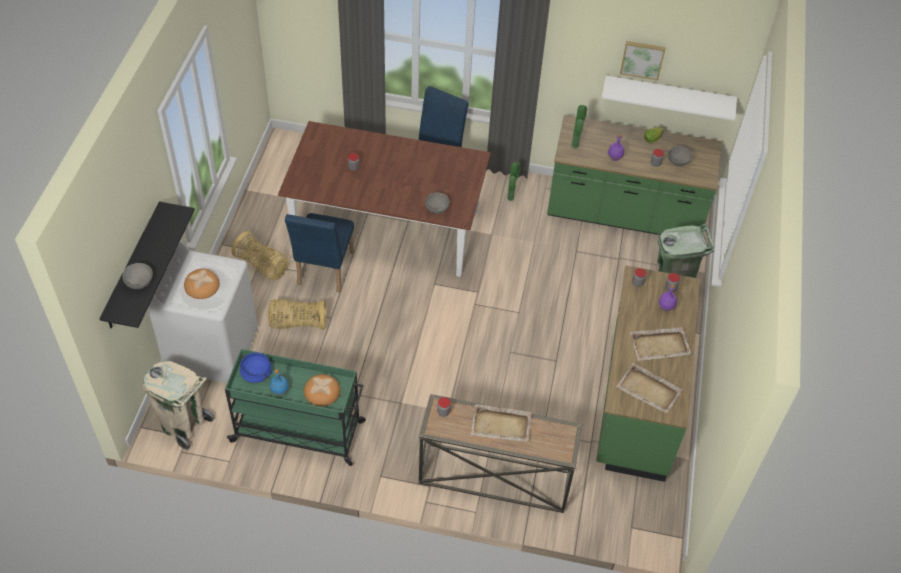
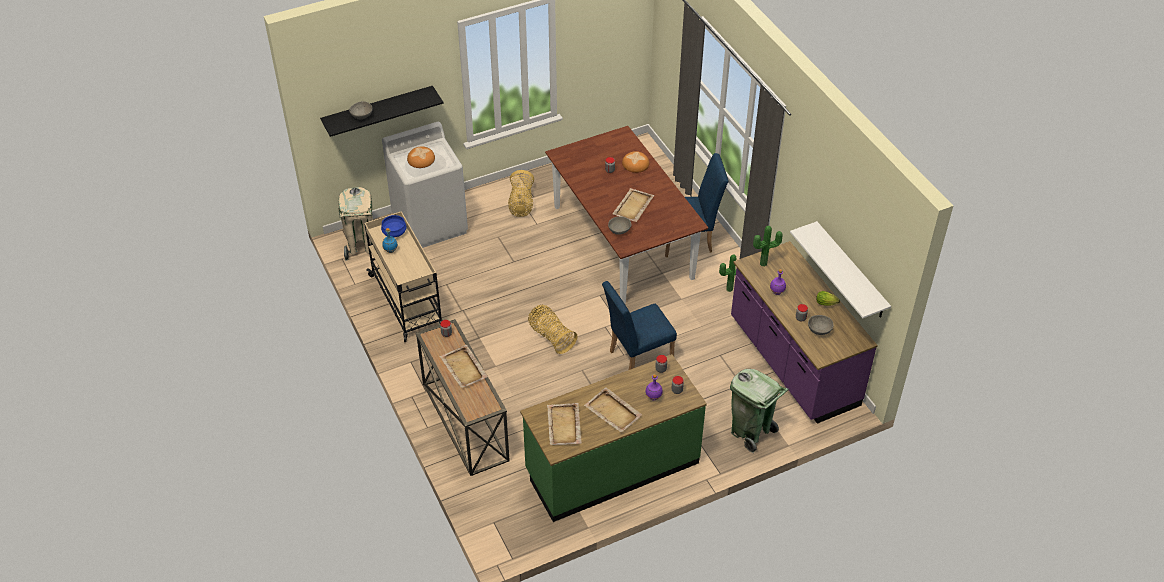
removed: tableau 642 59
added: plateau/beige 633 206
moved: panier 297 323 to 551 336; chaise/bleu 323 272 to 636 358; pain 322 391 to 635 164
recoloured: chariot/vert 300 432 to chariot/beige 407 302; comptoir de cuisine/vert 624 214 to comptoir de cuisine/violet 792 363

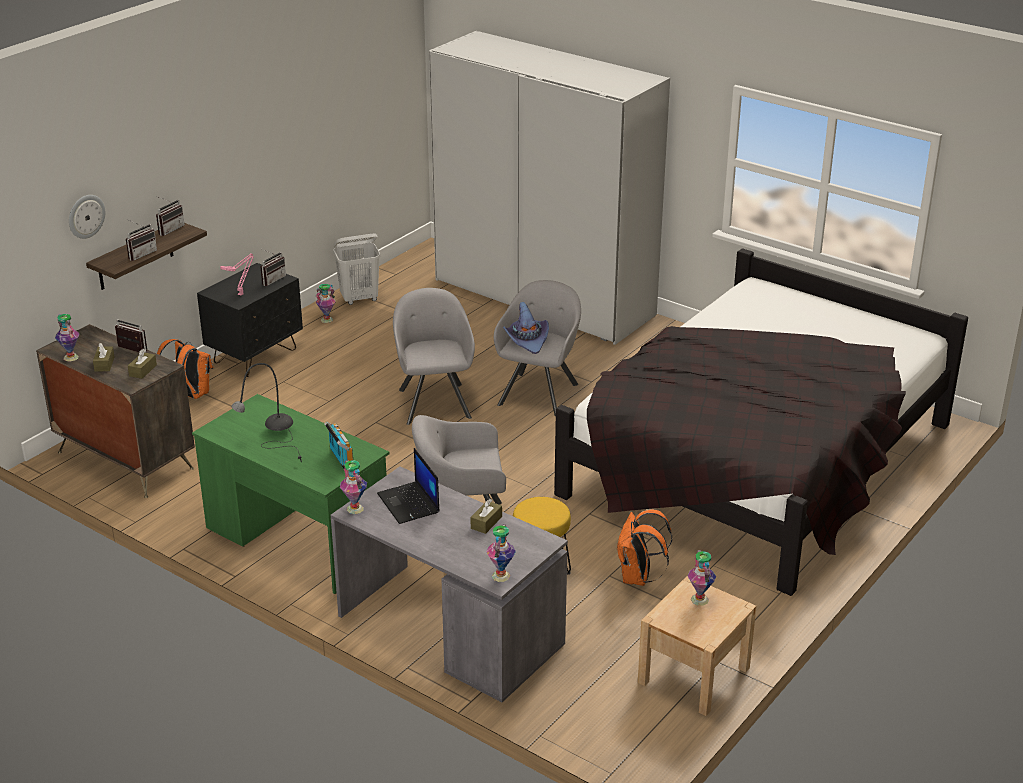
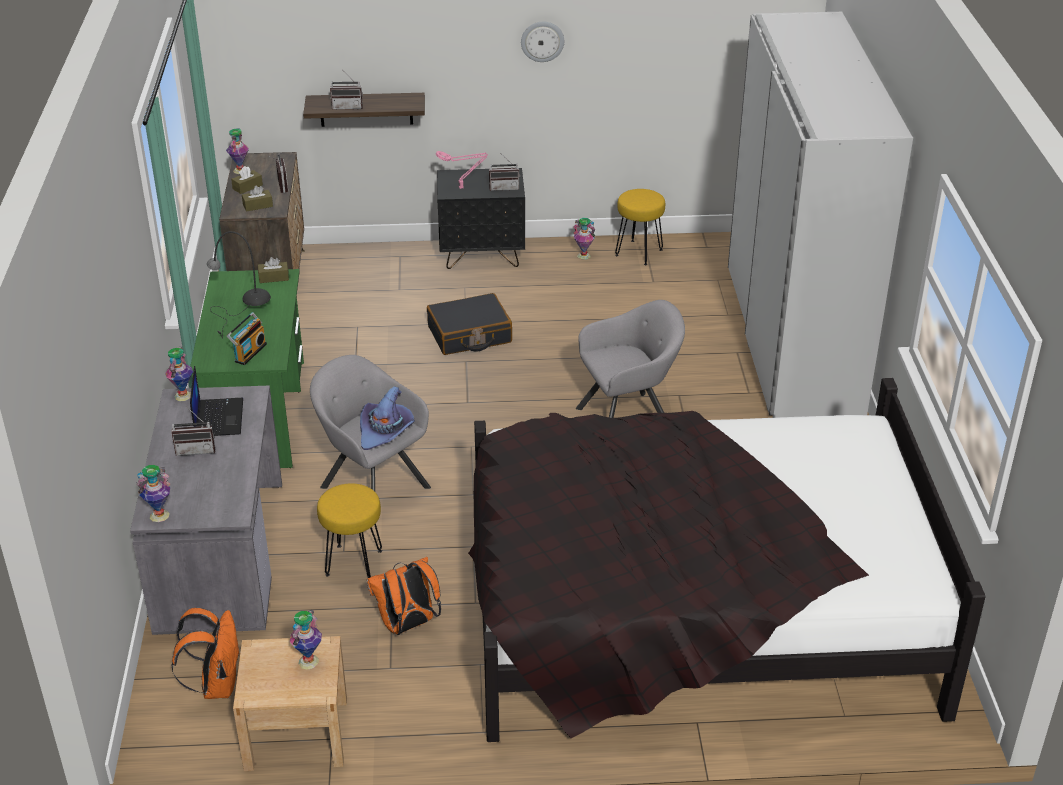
removed: fauteuil/gris 434 401
added: valise/noir 469 335
moved: radio 169 229 to 196 449; sac à dos/orange 190 394 to 217 684; boîte à mouchoirs/marron 486 522 to 273 277; chapeau/violet 527 339 to 386 431; horloge murale 86 216 to 542 41
replaced: panier à linge/blanc 359 299 to tabouret/jaune 639 252
turned: ordinateur portable 409 503 = 218 417 150 degrees clockwise

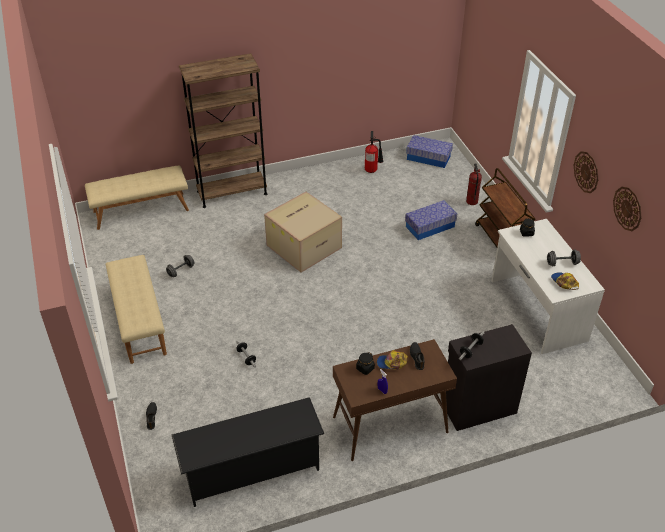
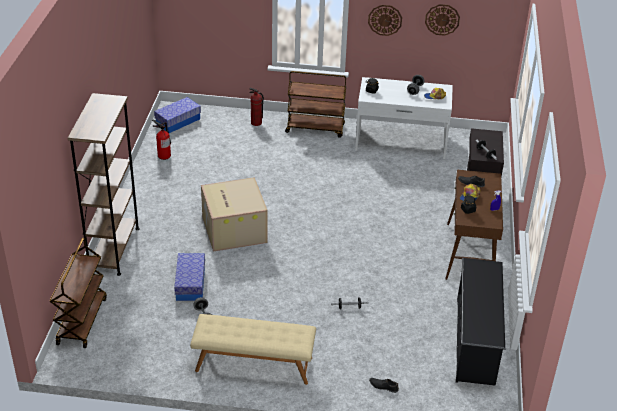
moved: boîte de rangement 430 226 to 190 284
replaced: banc/beige 141 210 to chariot/marron 81 320

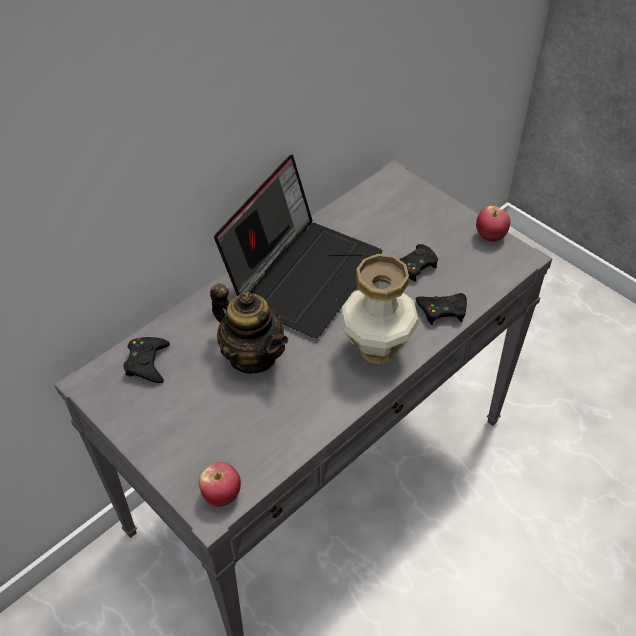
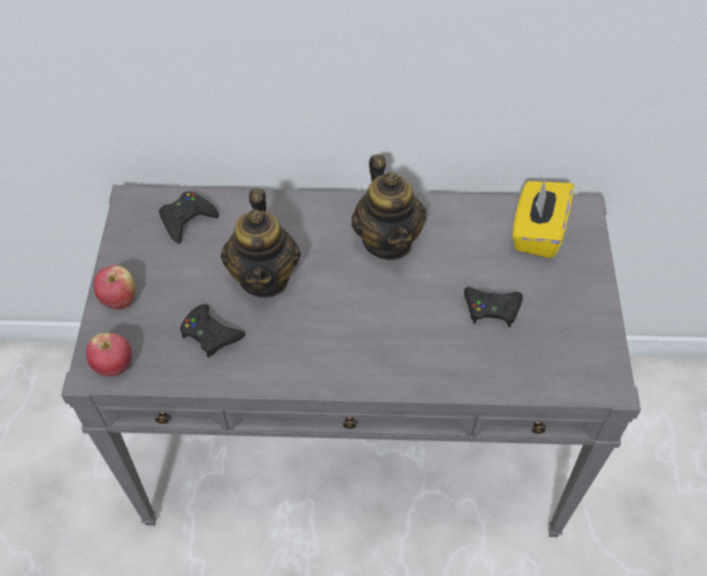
removed: vase 376 349
added: boîte à mouchoirs/jaune 537 232
moved: pomme 490 236 to 119 300; manette/noir 442 310 to 210 334
replaced: ordinateur portable 304 274 to théière 388 241

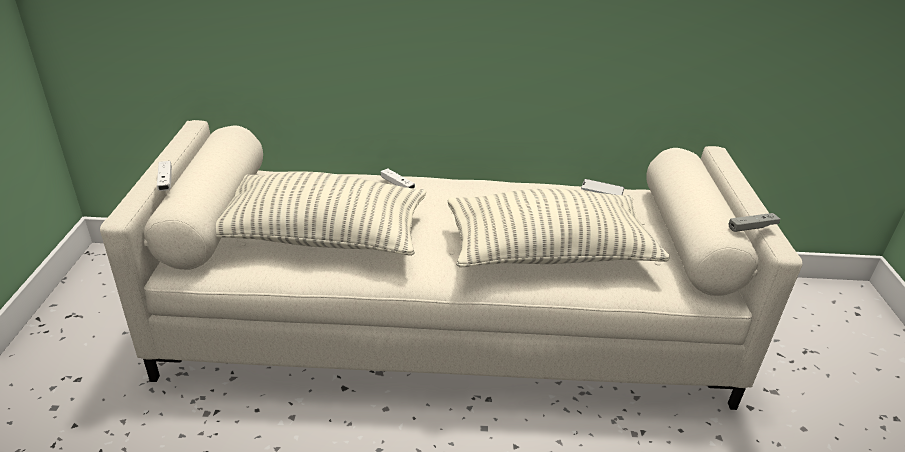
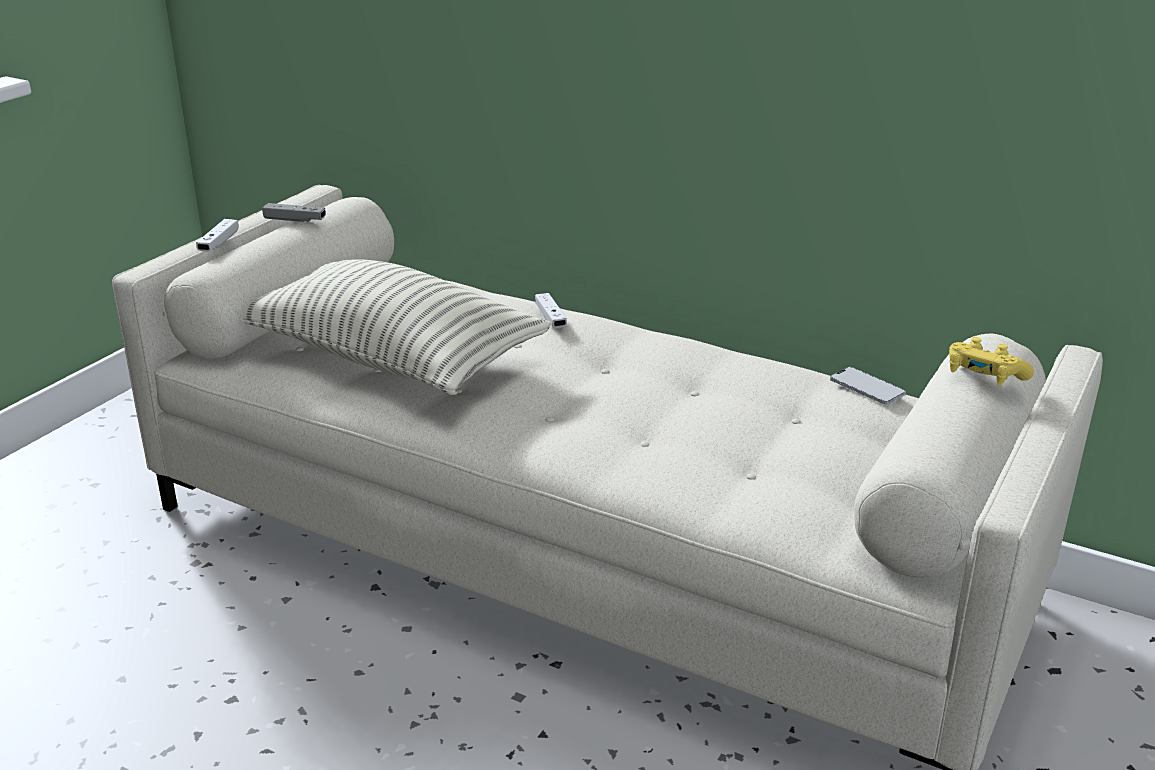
removed: coussin 548 253
added: manette/jaune 983 377
moved: manette/gris 752 227 to 294 220

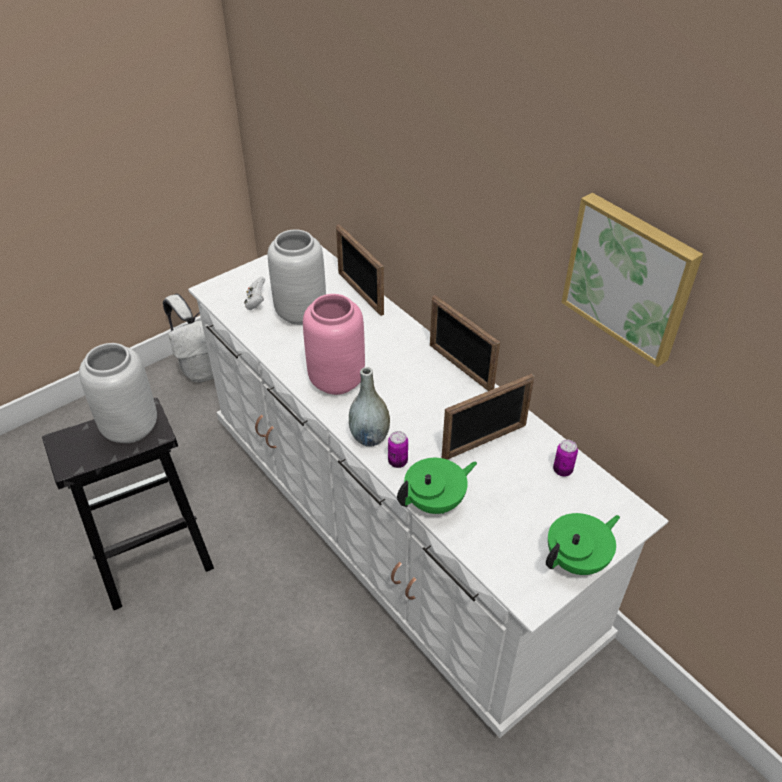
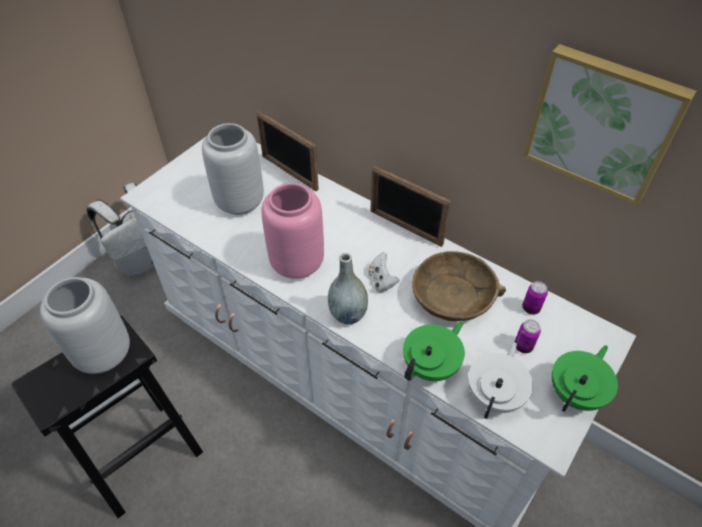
added: théière/blanc 495 395
moved: manette/blanc 256 302 to 381 280; boîte métallique 397 462 to 523 346
replaced: cadre photo 484 441 to bol/marron 453 295

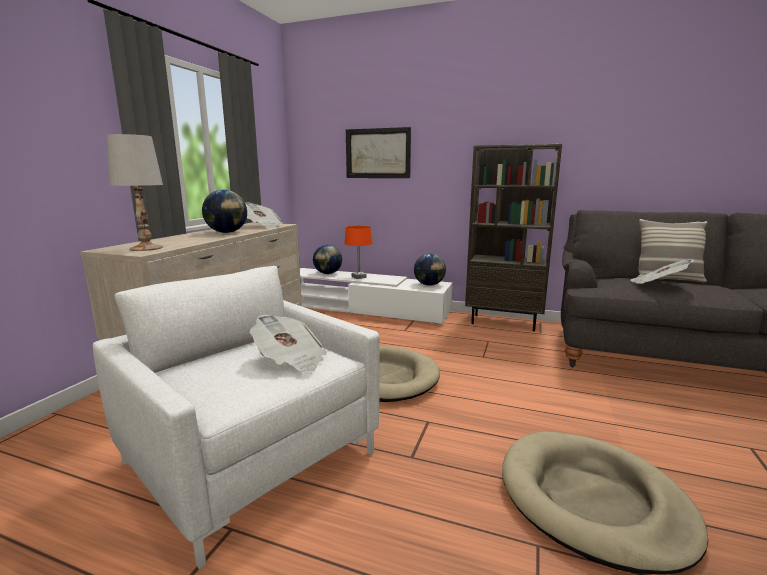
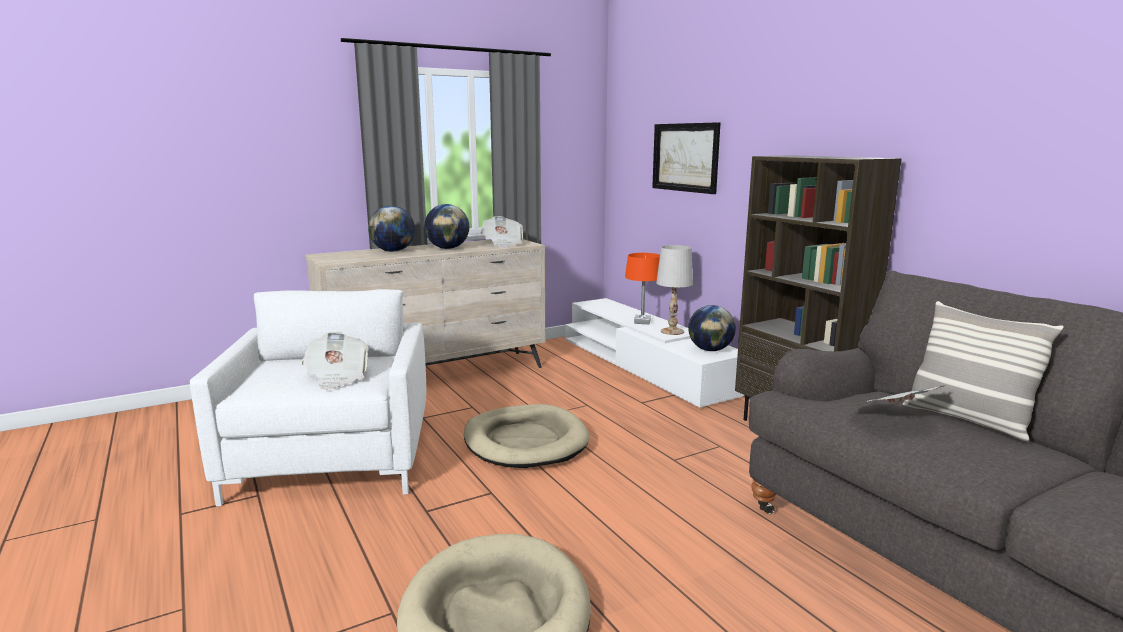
moved: globe 328 273 to 393 251; lampe de table/blanc 147 248 to 672 331

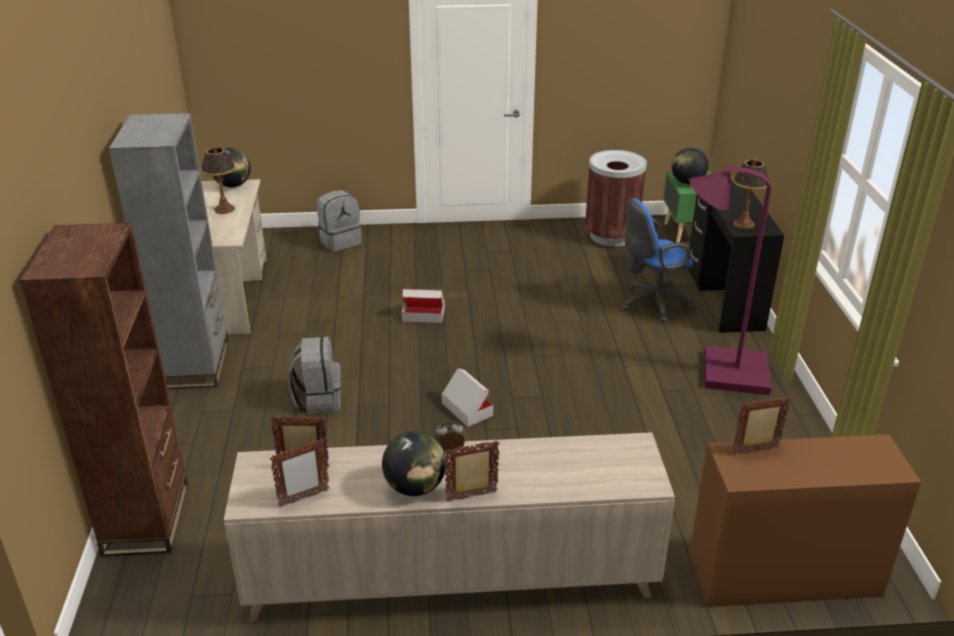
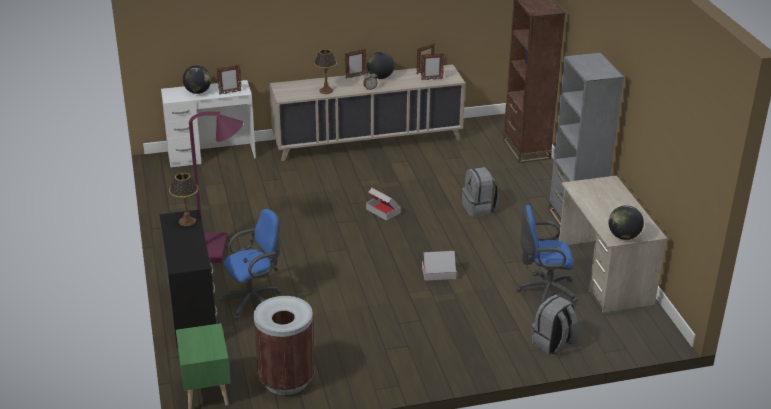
added: chaise de bureau/bleu 543 291
moved: globe 687 182 to 198 92; lampe de table 224 209 to 326 91
recoloured: bureau/marron 783 576 to bureau/blanc 211 155

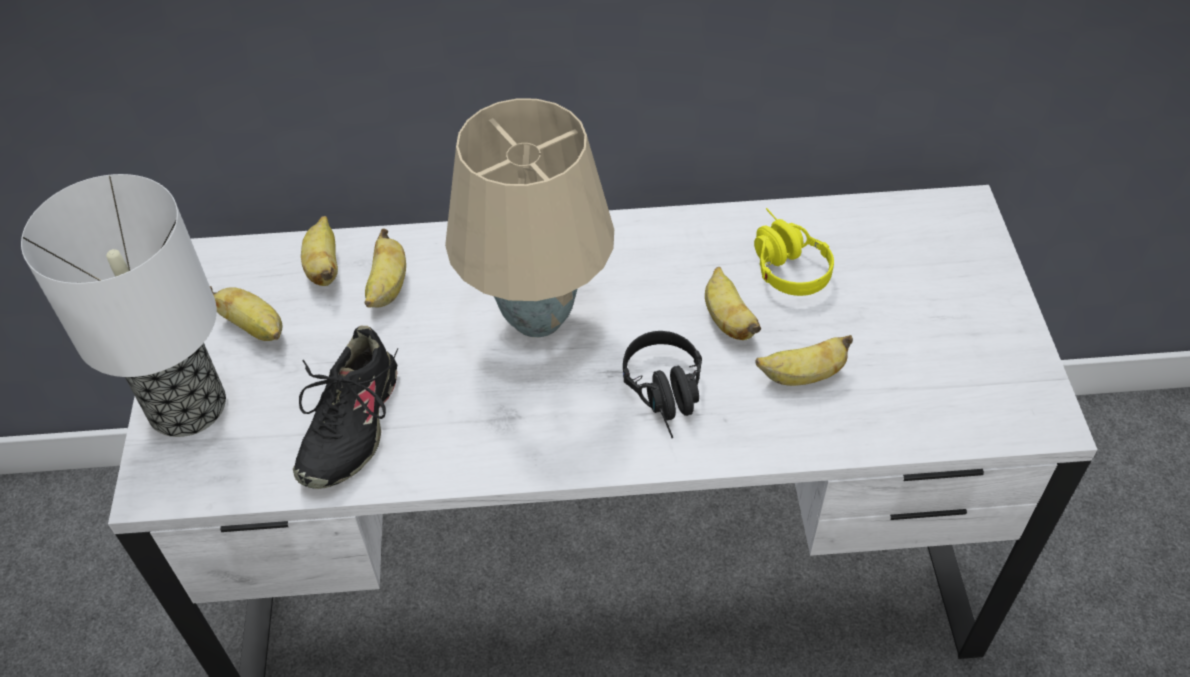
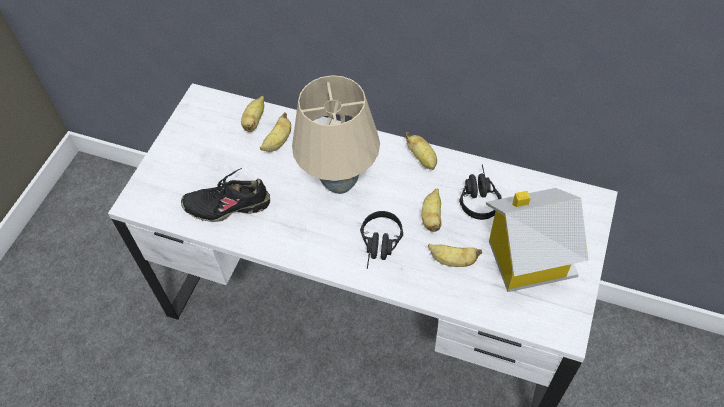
removed: lampe de table 189 407
added: maison miniature 527 259
moved: banane 255 328 to 422 159
recoloured: casque audio/jaune 782 263 to casque audio/noir 477 197
turned: chaussure/noir 349 425 = 228 205 45 degrees clockwise

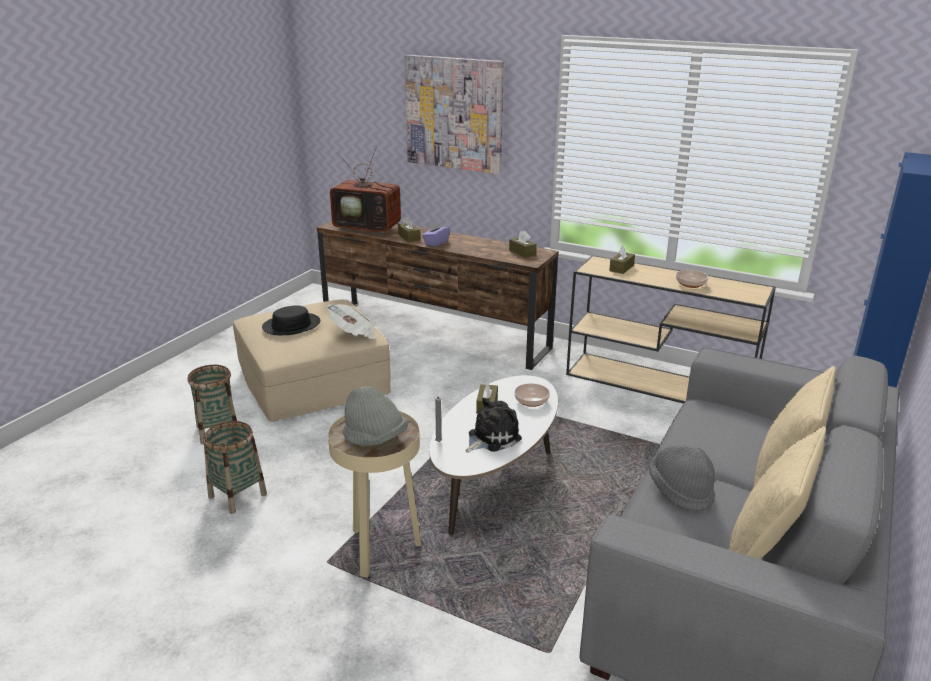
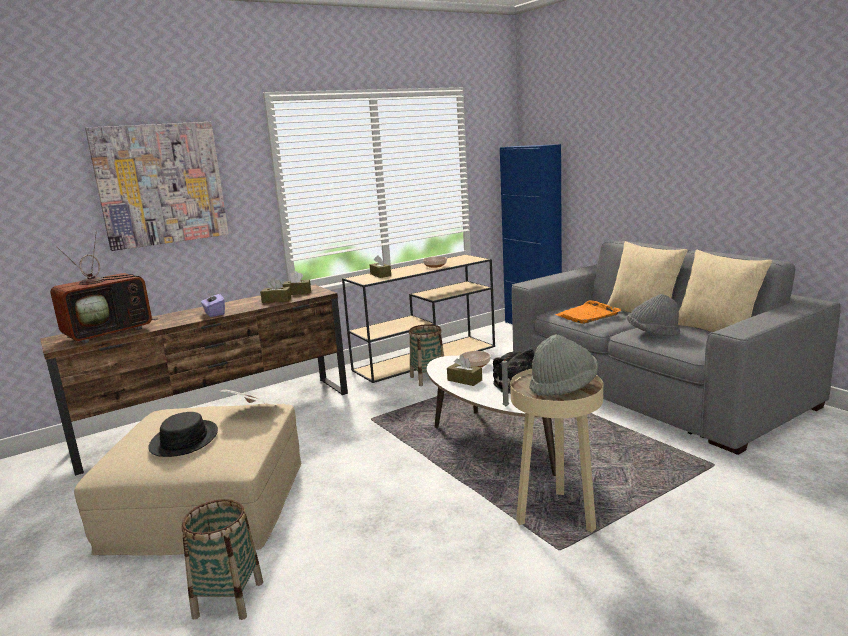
added: plateau/orange 588 315
moved: boîte à mouchoirs/marron 409 237 to 276 300; panier 237 495 to 428 378

